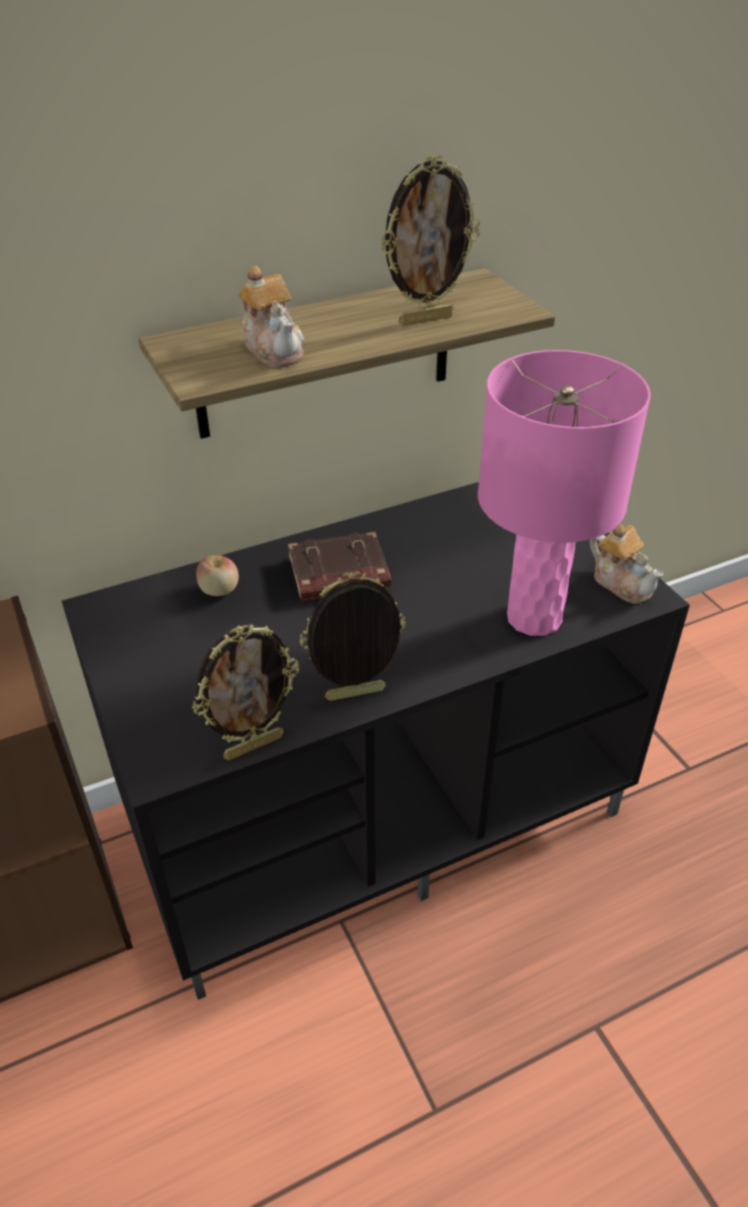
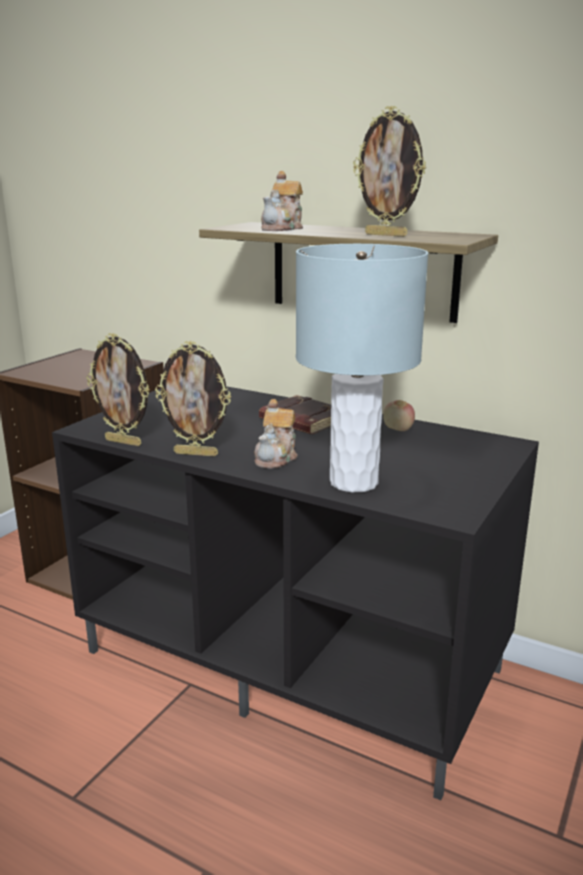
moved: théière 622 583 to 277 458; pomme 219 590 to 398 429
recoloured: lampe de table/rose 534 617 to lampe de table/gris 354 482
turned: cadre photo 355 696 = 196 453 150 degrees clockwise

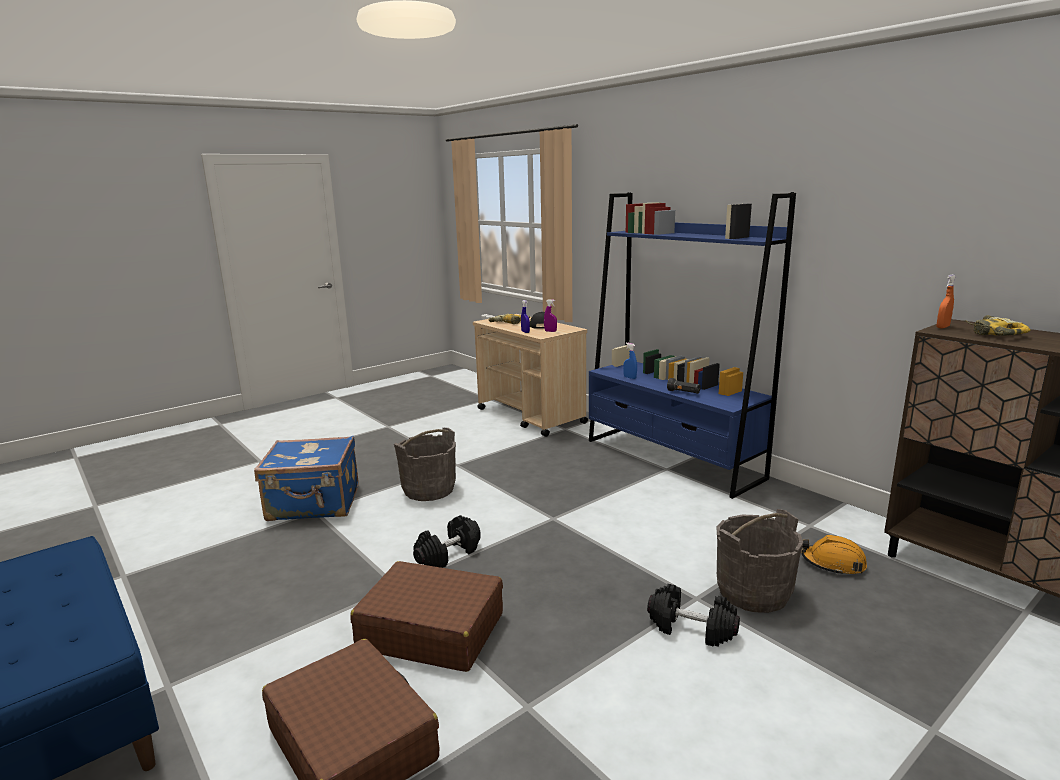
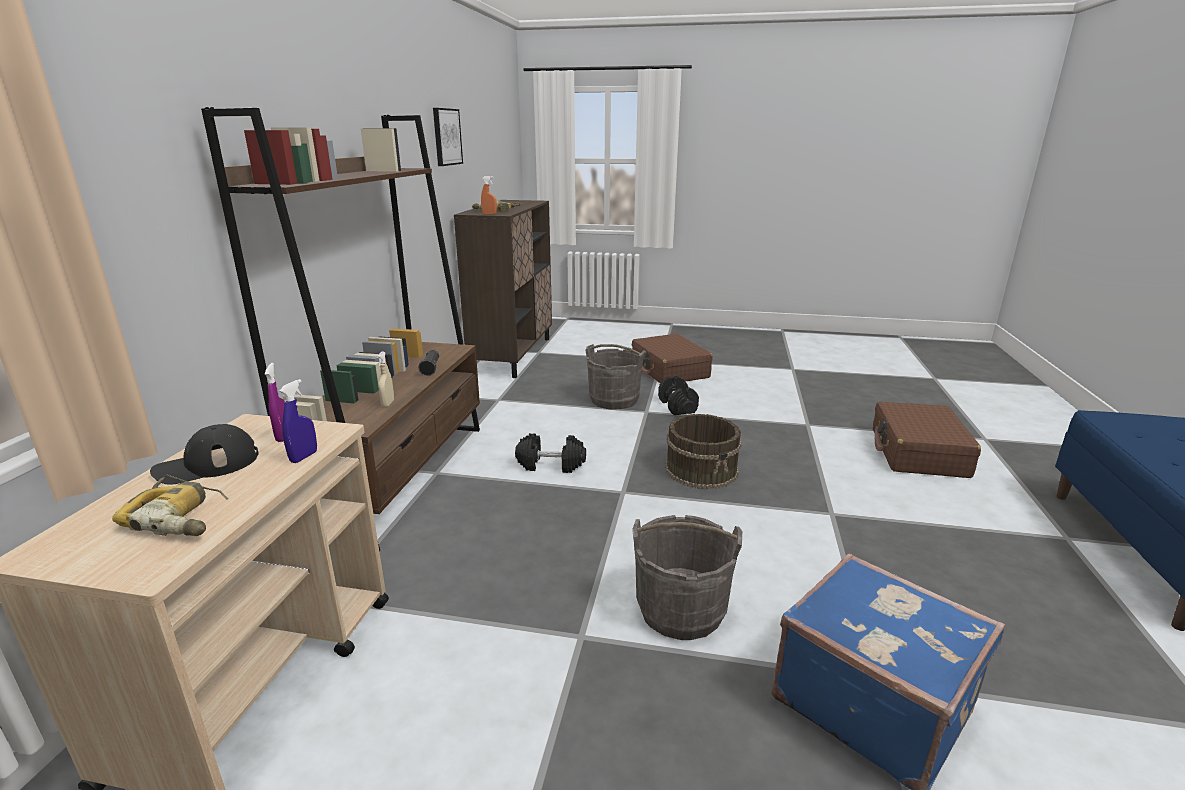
removed: casque de chantier/orange 833 563
added: tableau 446 137; seau/marron 702 470
moved: haltère/noir 448 555 to 551 465; valise/marron 431 630 to 669 370
recoloured: bibliothèque/bleu 672 459 to bibliothèque/marron 402 477; vaporisateur/bleu 629 377 to vaporisateur/beige 388 404

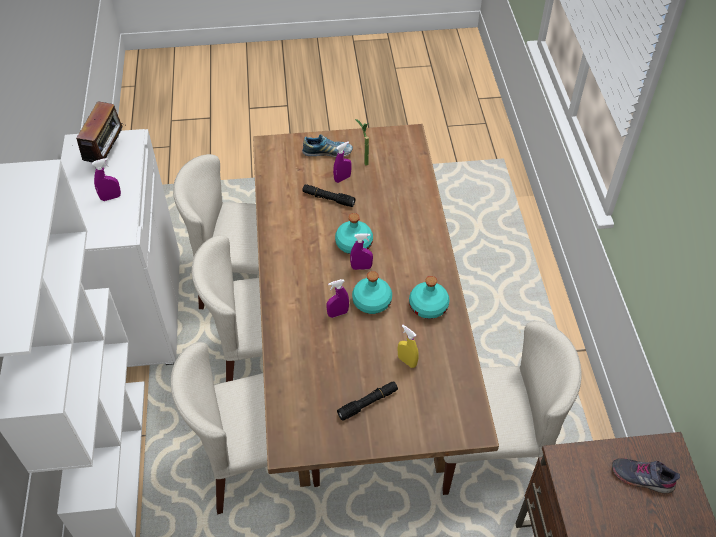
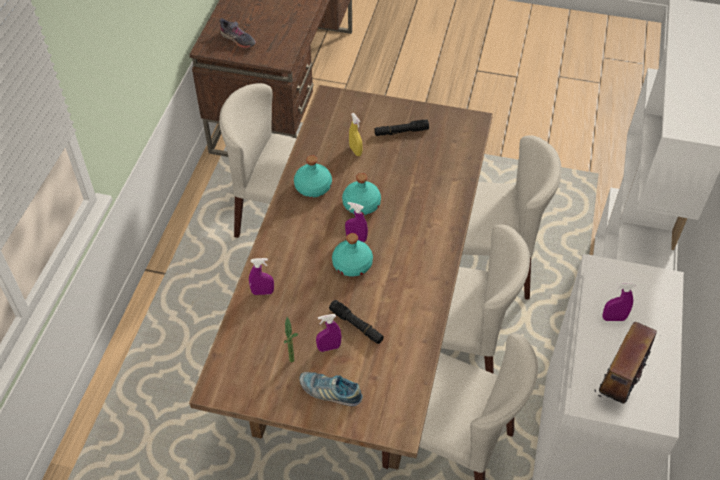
moved: vaporisateur/violet 338 313 to 262 292

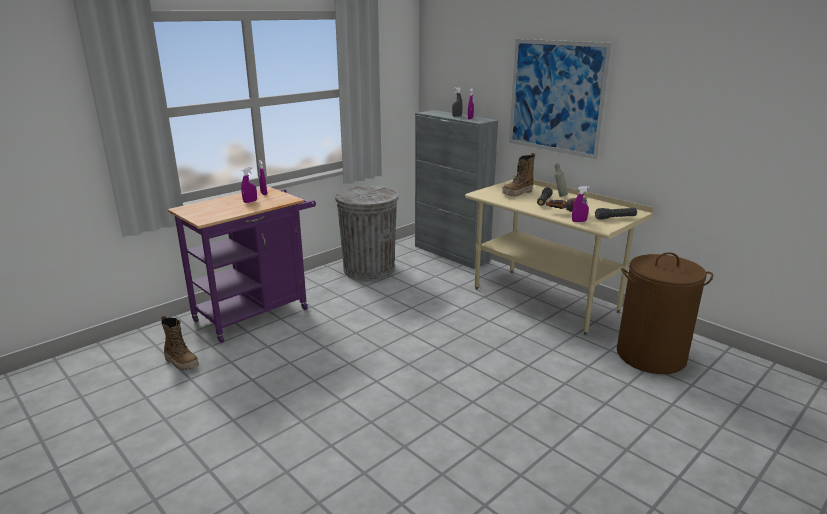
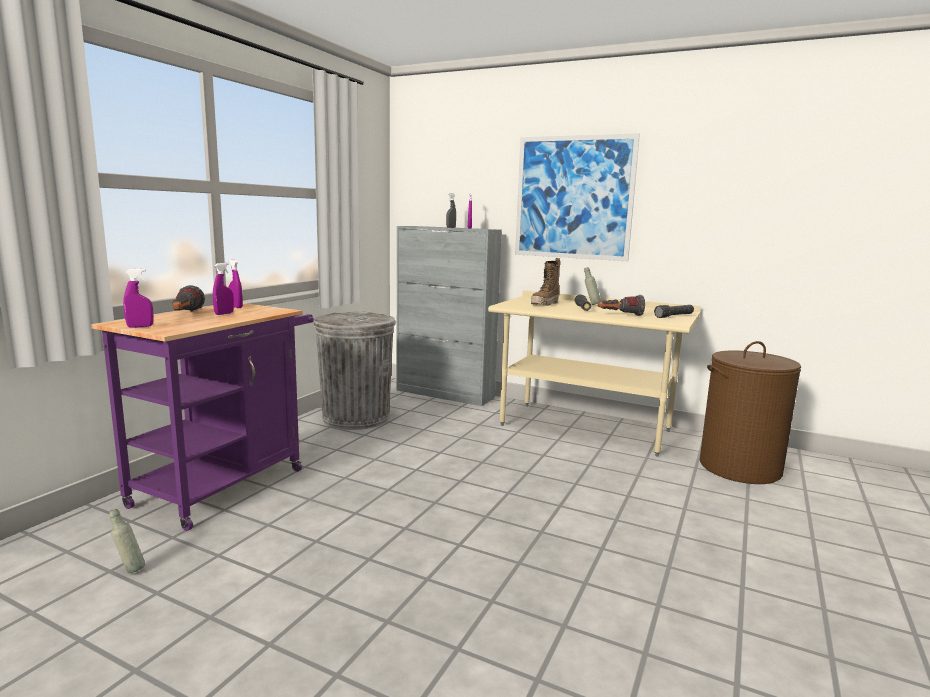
added: lampe de poche 185 315
moved: vaporisateur/violet 579 221 to 140 326
replaced: botte 182 362 to bouteille/gris 129 569

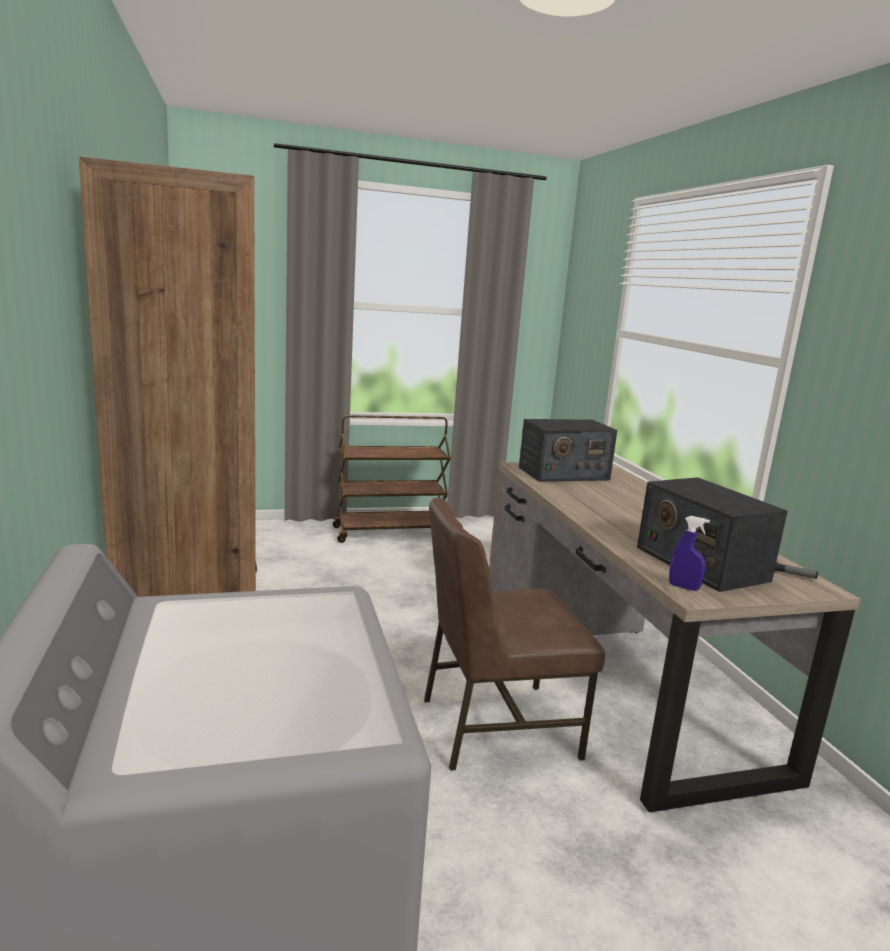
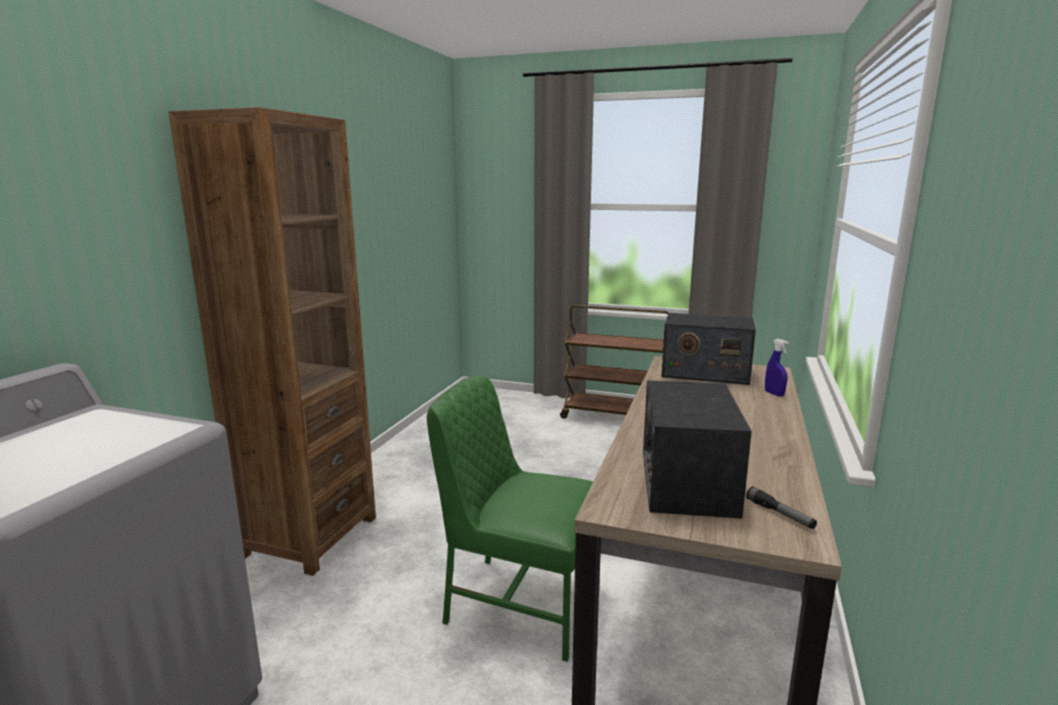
moved: vaporisateur/bleu 683 587 to 774 394
recoloured: chaise/marron 495 726 to chaise/vert 520 602

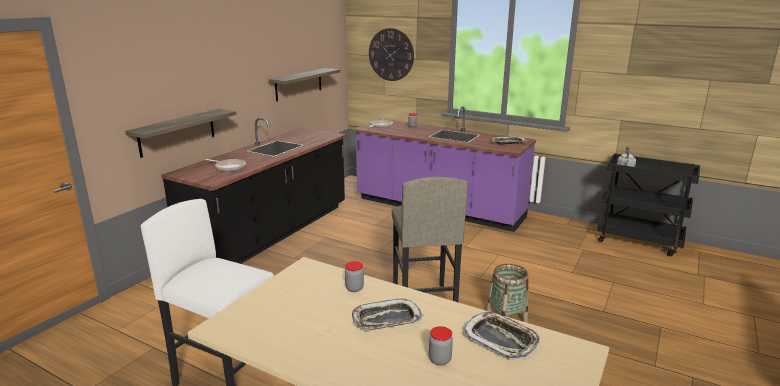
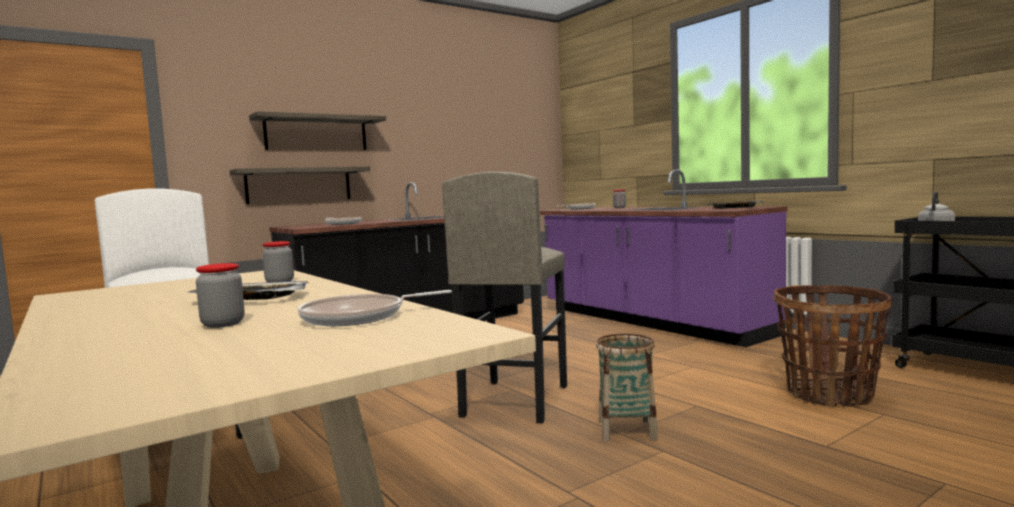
removed: horloge murale 391 54
added: panier 829 394
moved: étagère 298 84 to 316 133
replaced: plateau 501 339 to poêle 359 317

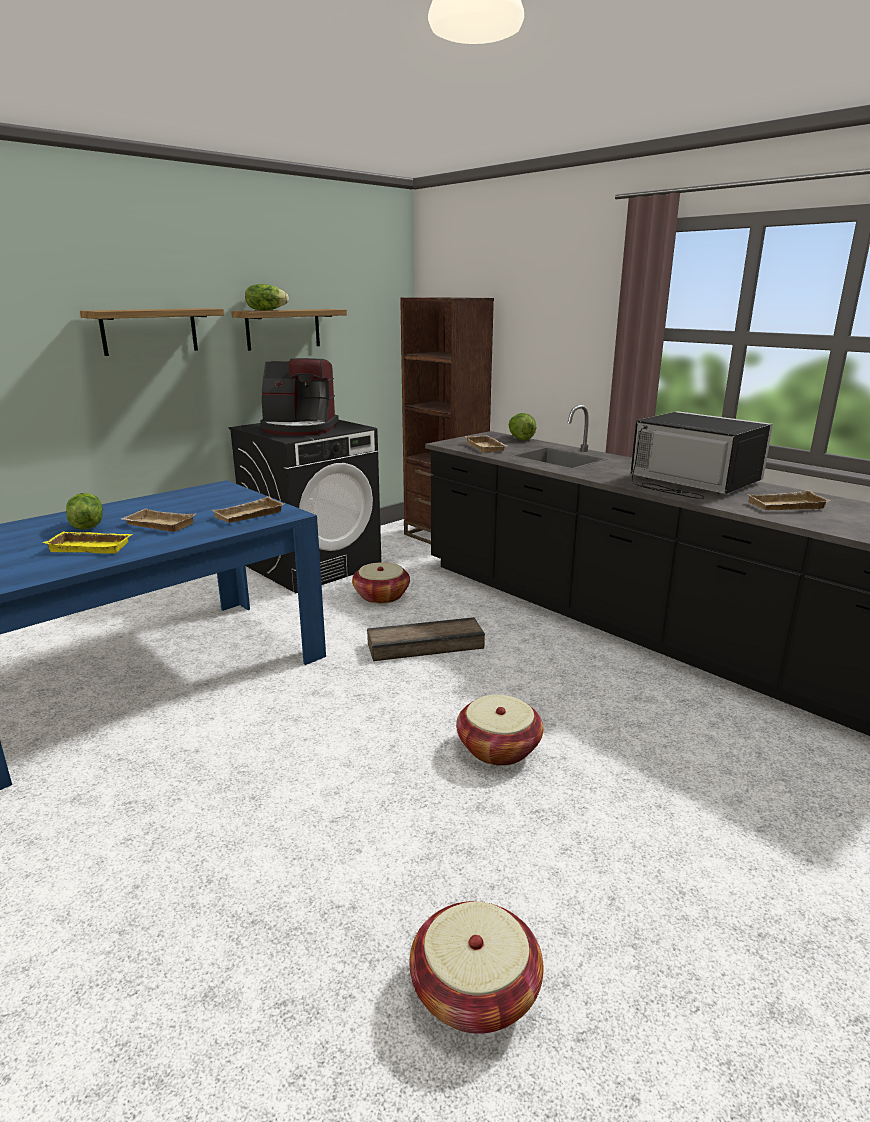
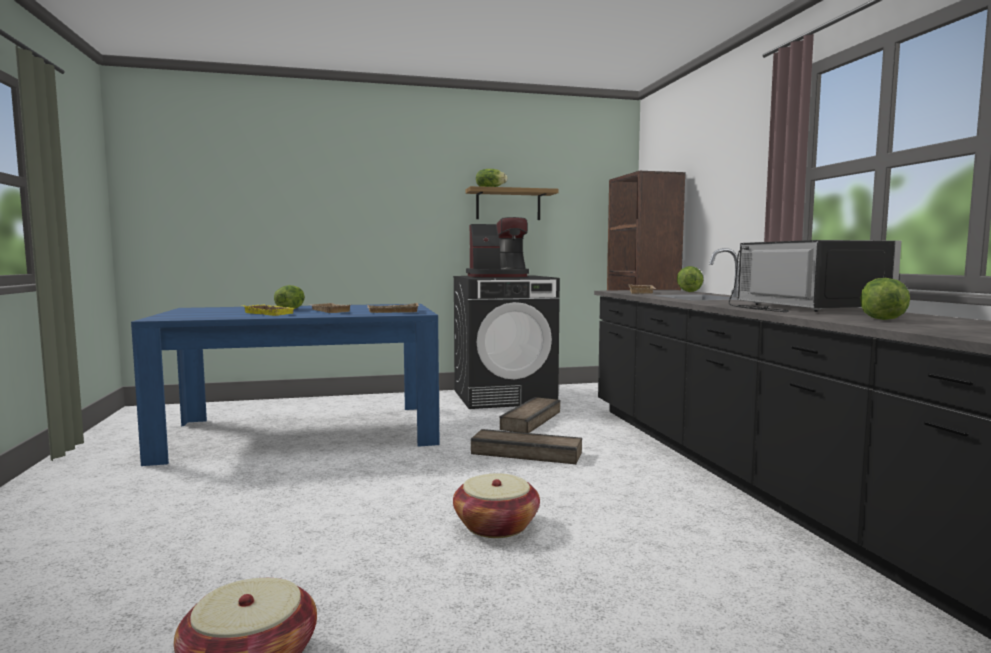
removed: étagère 149 331
replaced: panier 381 596 to caisse 532 420; plateau/beige 786 507 to laitue 880 319
turned: machine à café 299 429 = 498 276 45 degrees counterclockwise

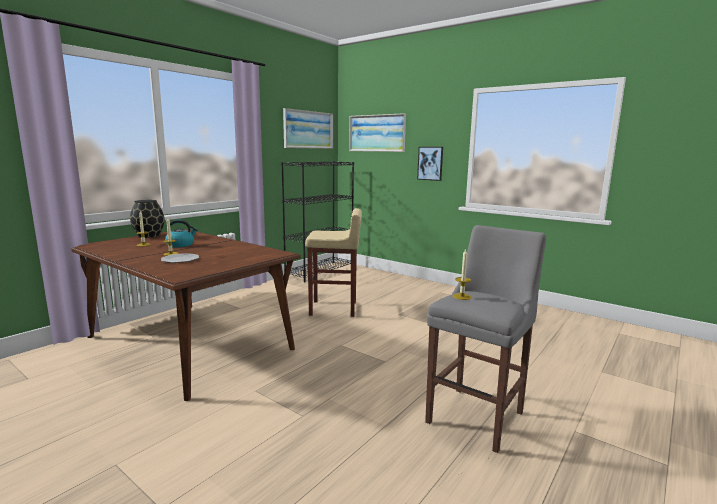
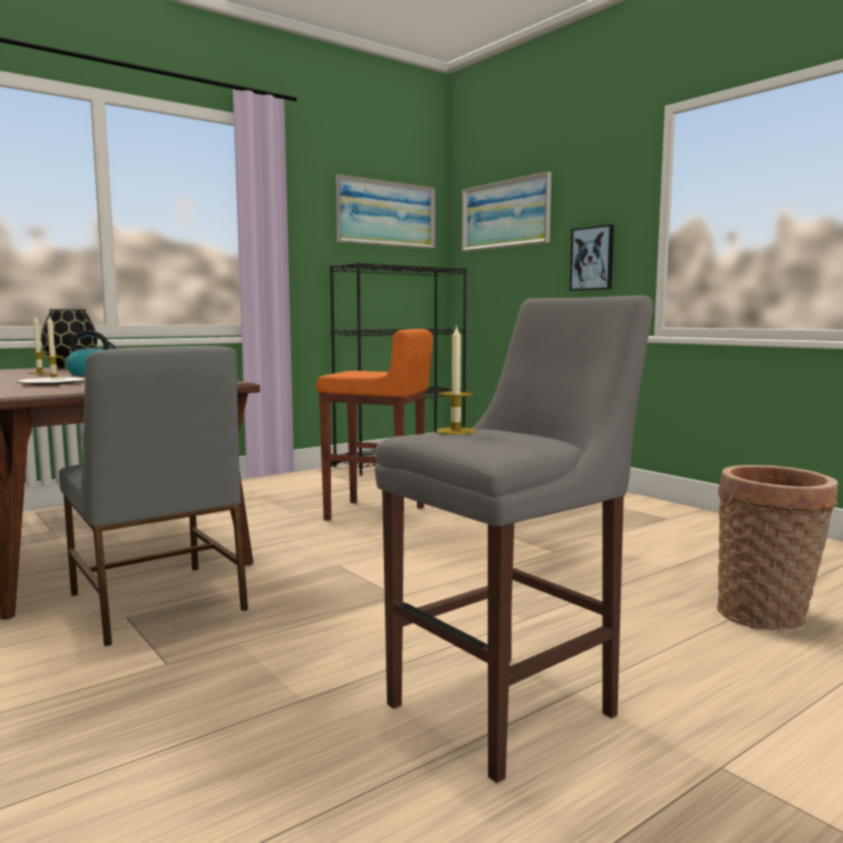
added: chaise/gris 156 603; panier 767 615
recoloured: tabouret/beige 334 309 to tabouret/orange 376 514

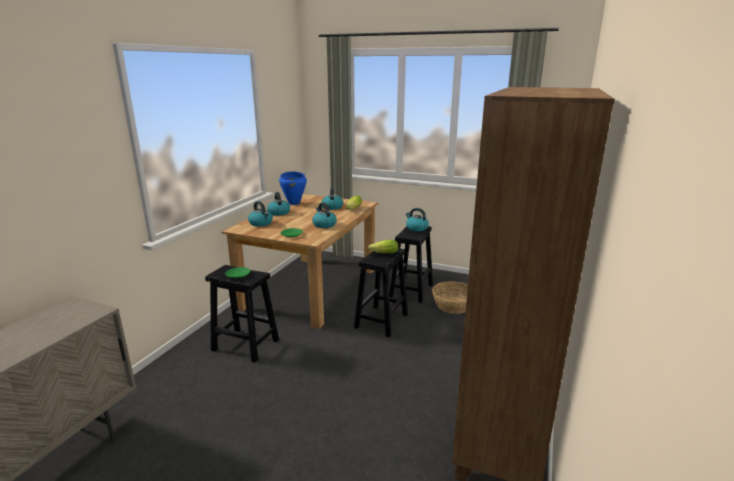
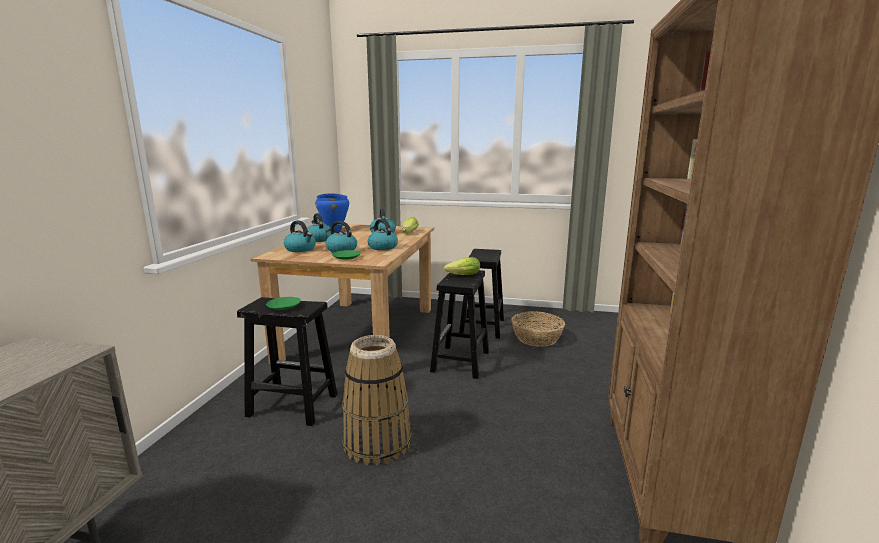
added: panier 377 442
moved: bouilloire 416 228 to 341 250

